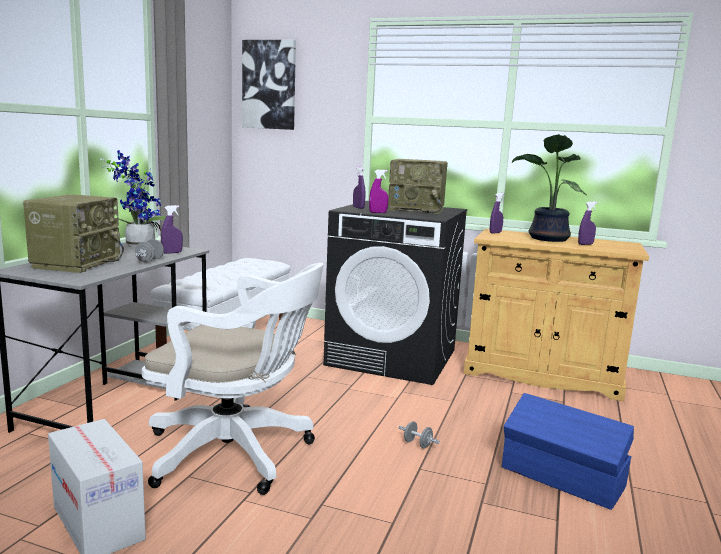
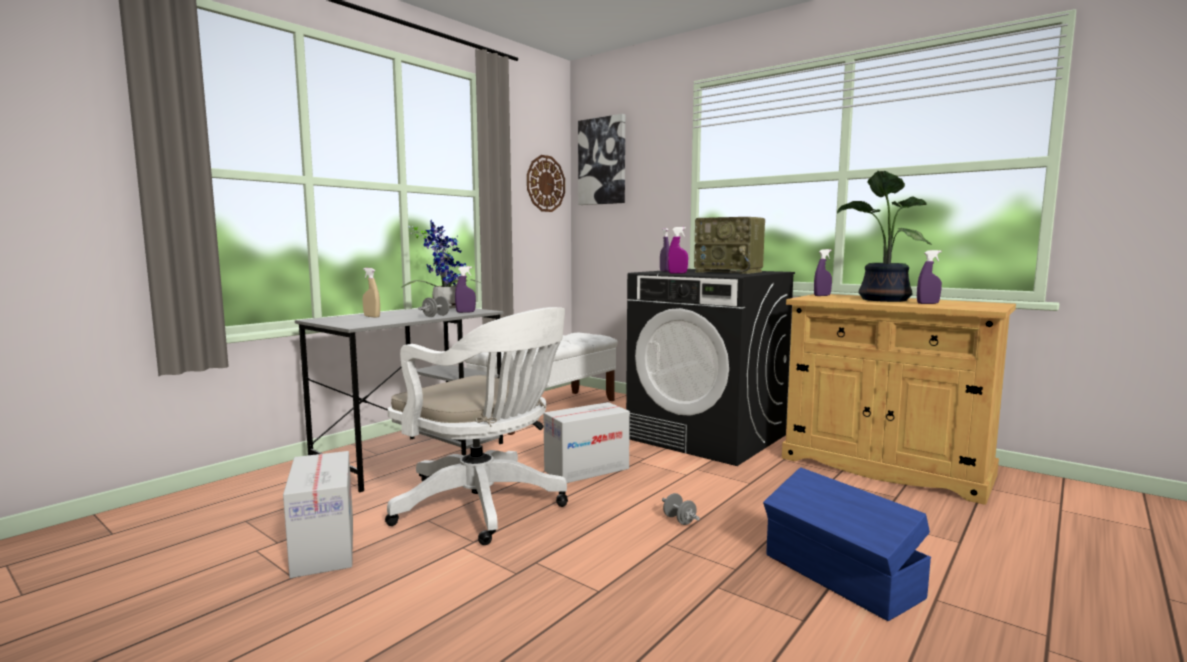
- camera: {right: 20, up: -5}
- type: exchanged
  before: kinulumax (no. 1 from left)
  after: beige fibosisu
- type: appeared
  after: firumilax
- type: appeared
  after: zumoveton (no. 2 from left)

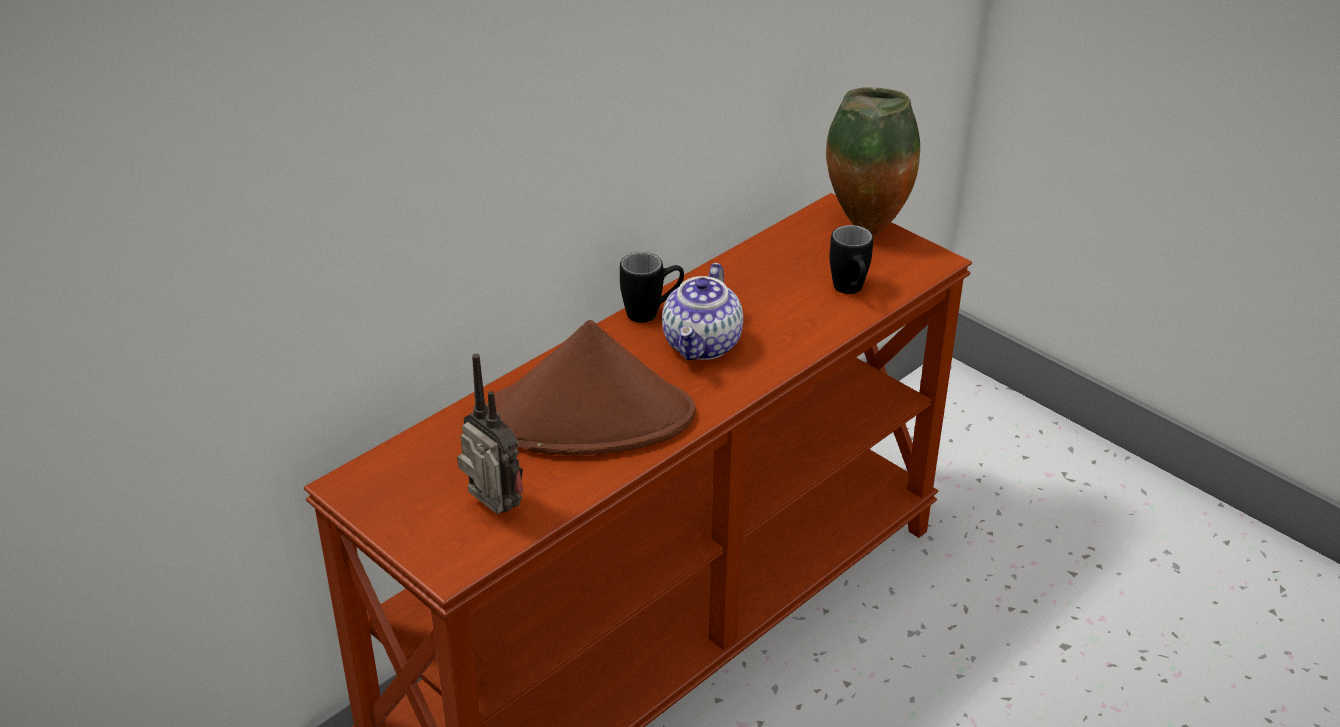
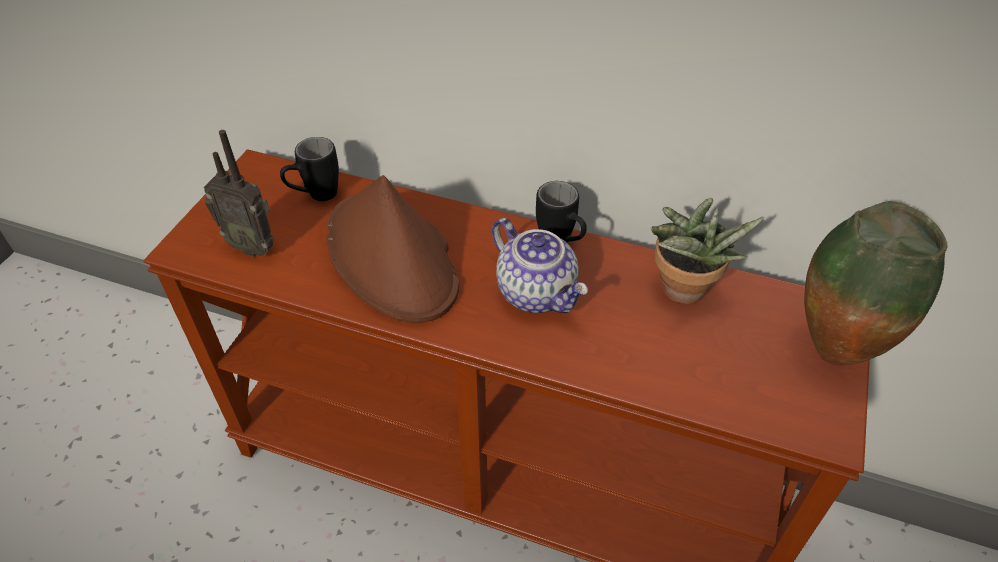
- camera: {right: 65, up: 10}
- type: relocated
  before: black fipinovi (no. 2 from left in the first image)
  after: black fipinovi (no. 1 from left)
- type: spun
  before: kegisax
  turn: -120
- type: spun
  before: kinulumax
  turn: 90
- type: appeared
  after: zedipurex

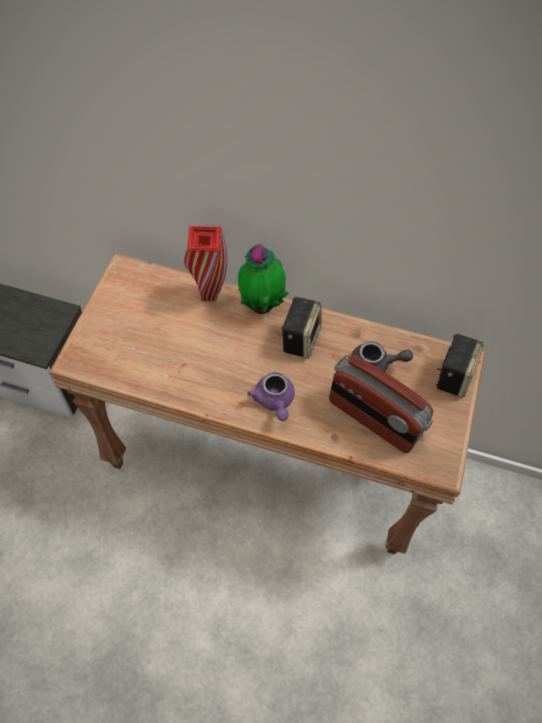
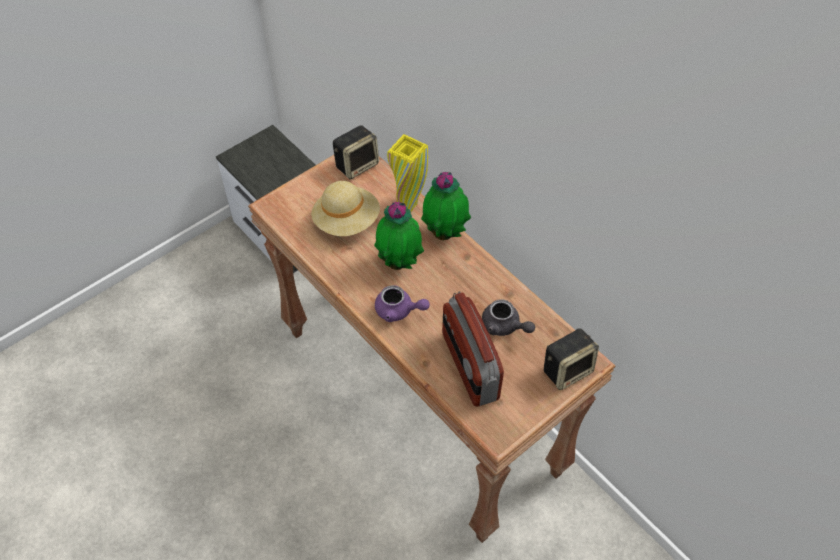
- camera: {right: 35, up: -5}
- type: colour
  before: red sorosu
  after: yellow sorosu
- type: relocated
  before: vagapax (no. 1 from left)
- type: spun
  before: purple kegisax
  turn: -90
- type: appeared
  after: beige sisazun
- type: appeared
  after: zedipurex (no. 1 from left)

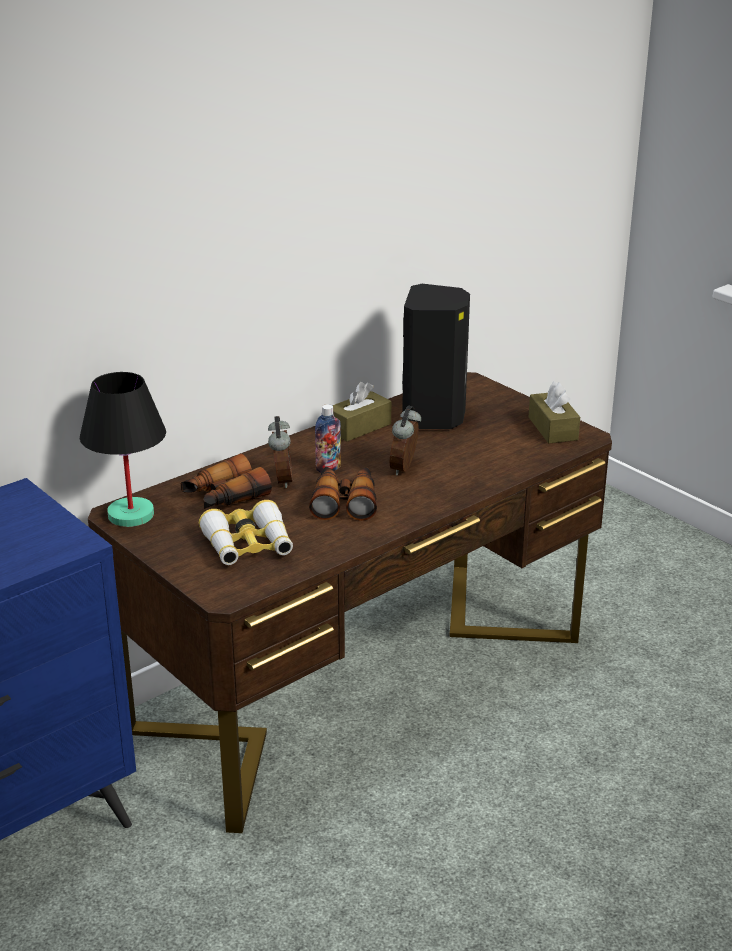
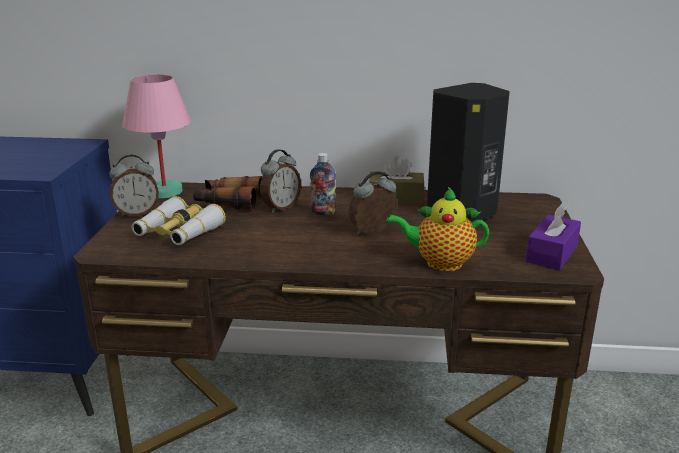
- camera: {right: 45, up: -5}
- type: colour
  before: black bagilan
  after: pink bagilan
- type: colour
  before: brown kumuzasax (no. 2 from left)
  after: purple kumuzasax
- type: missing
  before: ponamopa (no. 3 from left)
- type: appeared
  after: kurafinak (no. 1 from left)
- type: appeared
  after: kegisax

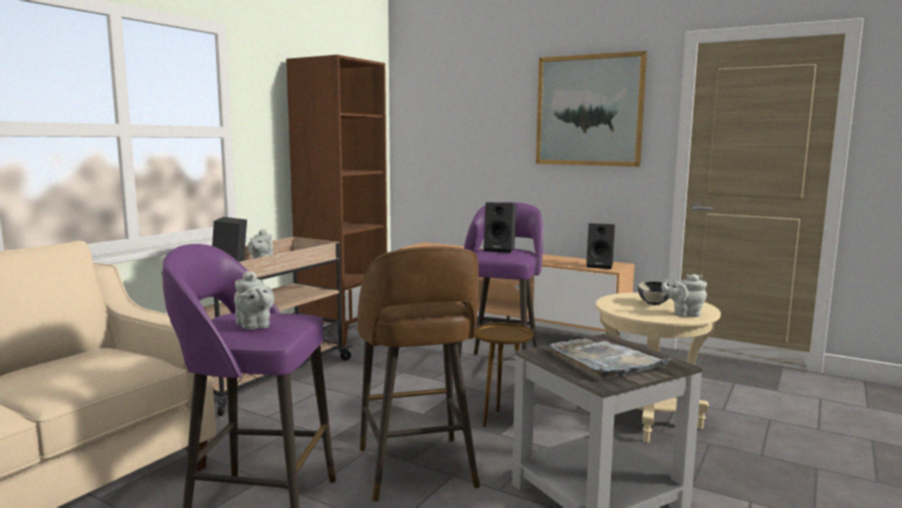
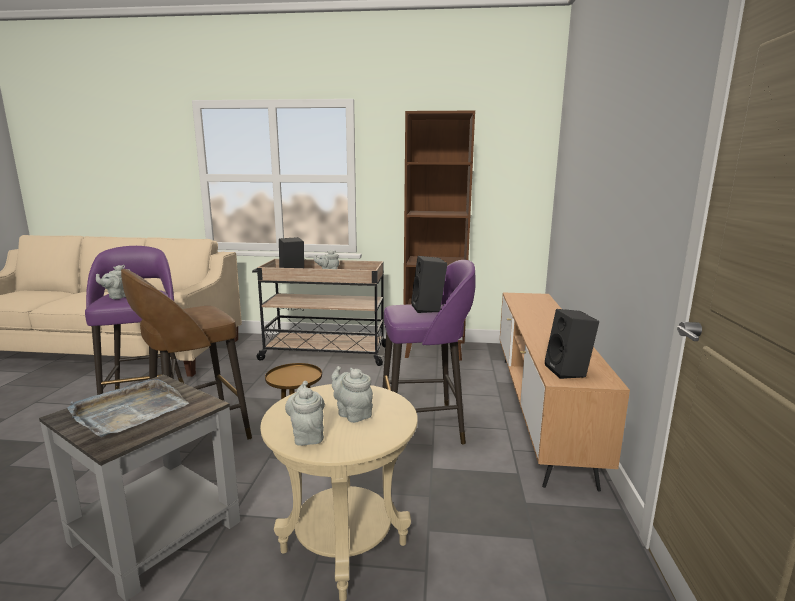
- camera: {right: 65, up: 5}
- type: missing
  before: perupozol
- type: exchanged
  before: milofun
  after: grey kegisax (no. 4 from left)

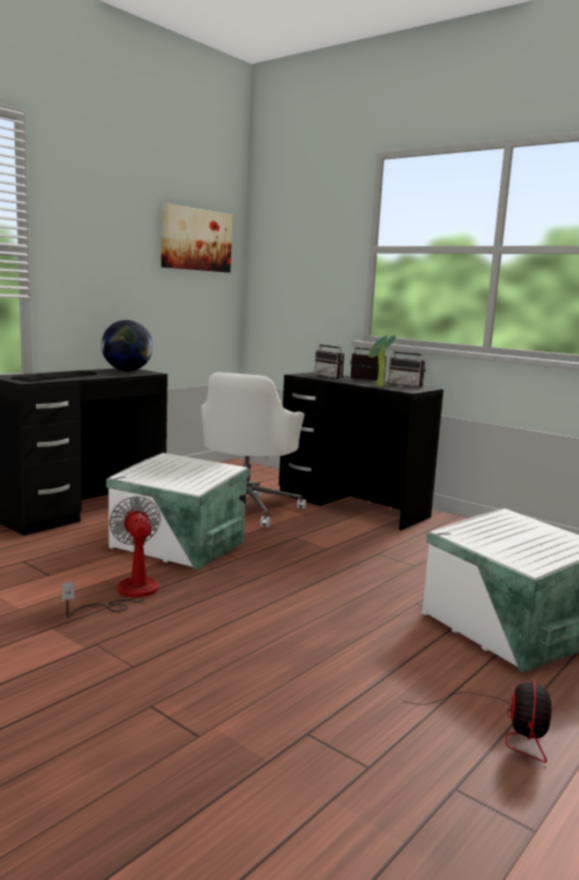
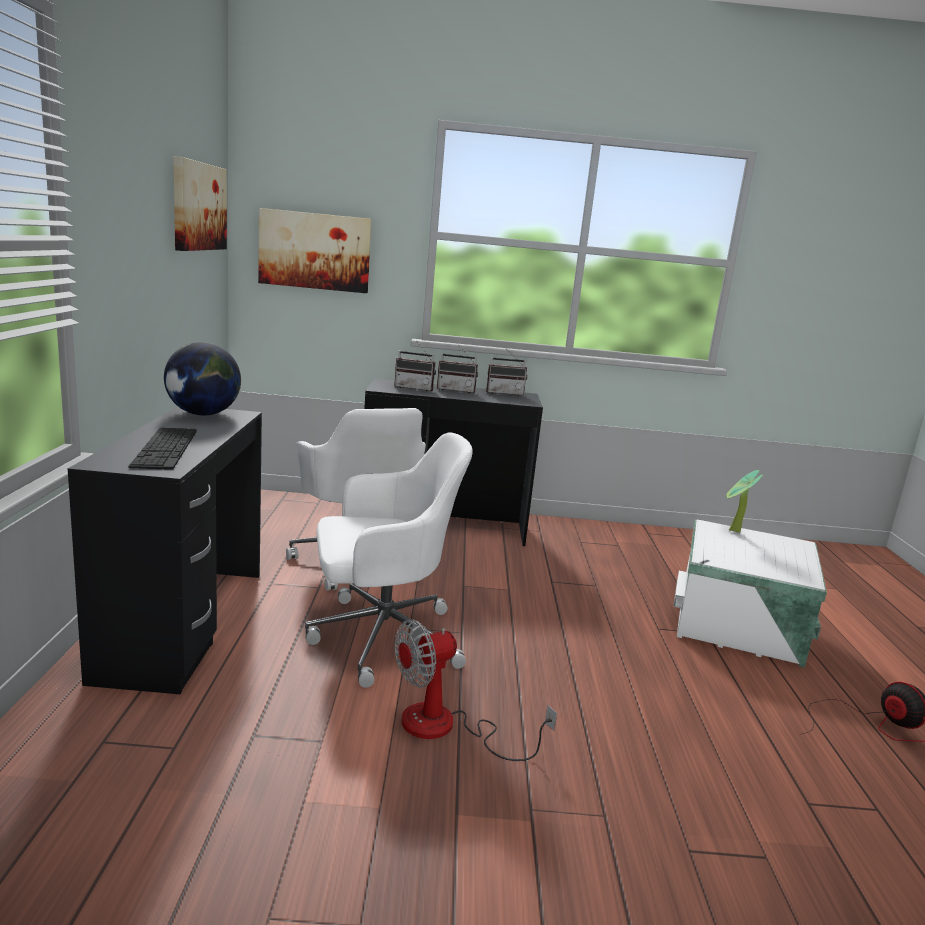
- camera: {right: -40, up: 5}
- type: relocated
  before: zedipurex
- type: spun
  before: kinulumax (no. 2 from left)
  turn: -150
- type: exchanged
  before: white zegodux (no. 1 from left)
  after: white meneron (no. 2 from left)
- type: spun
  before: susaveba (no. 1 from left)
  turn: -60
- type: appeared
  after: perupozol (no. 2 from left)

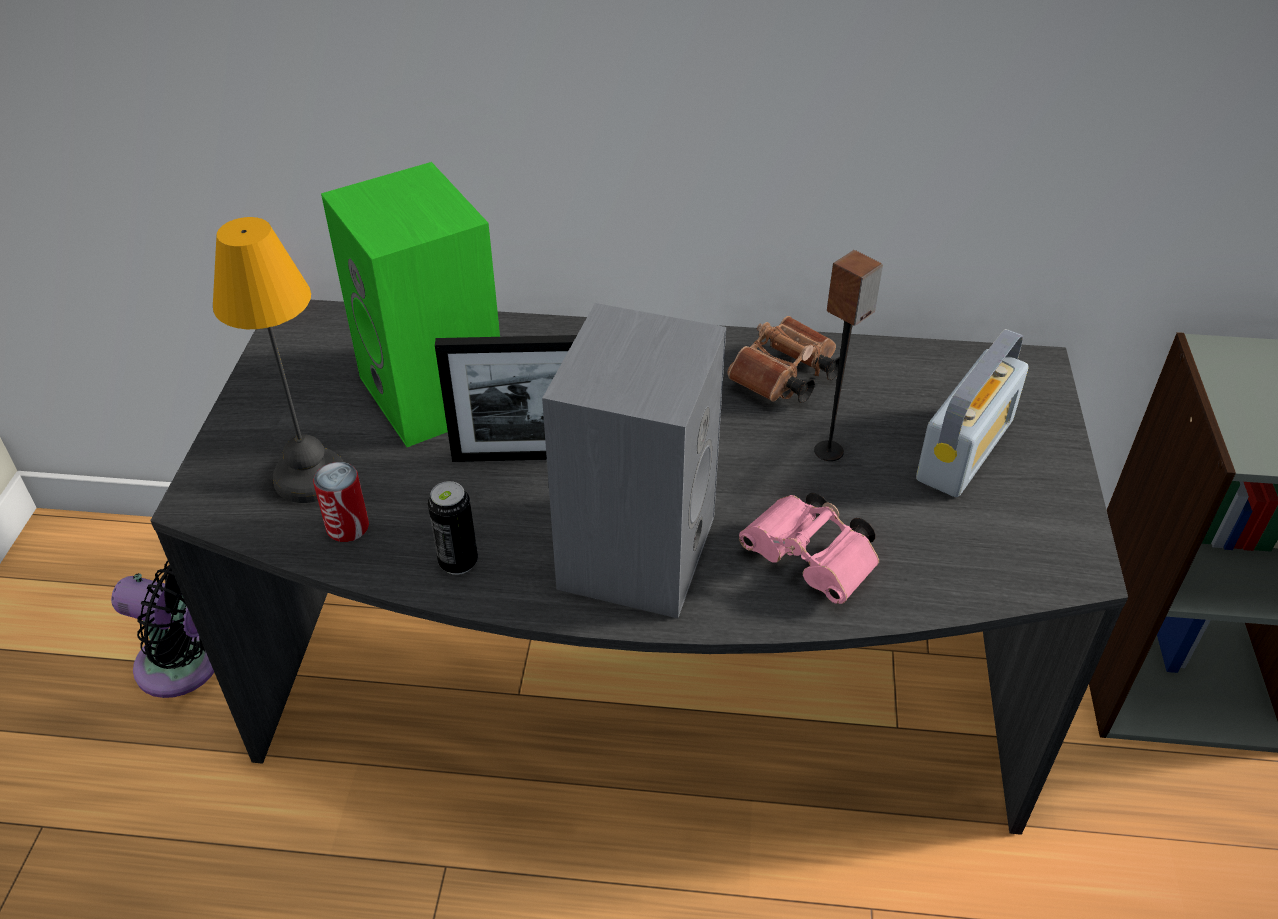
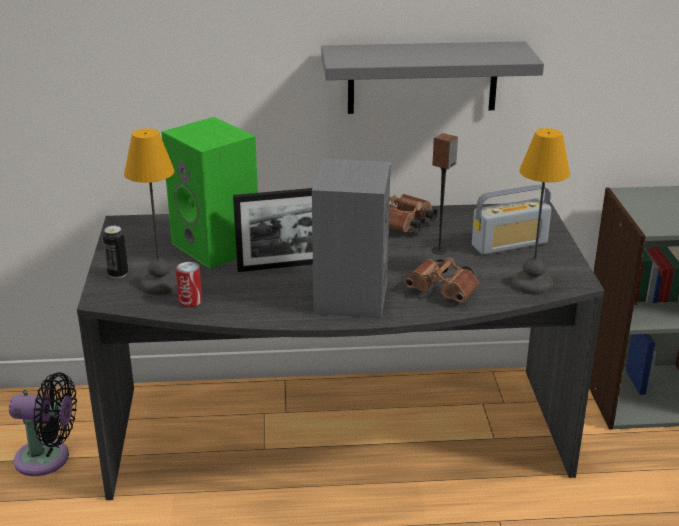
- camera: {right: -10, up: -15}
- type: spun
  before: kinulumax
  turn: 45
- type: relocated
  before: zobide (no. 2 from left in the first image)
  after: zobide (no. 1 from left)
- type: colour
  before: pink ponamopa
  after: brown ponamopa (no. 2 from left)
- type: appeared
  after: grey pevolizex
- type: appeared
  after: bagilan (no. 2 from left)

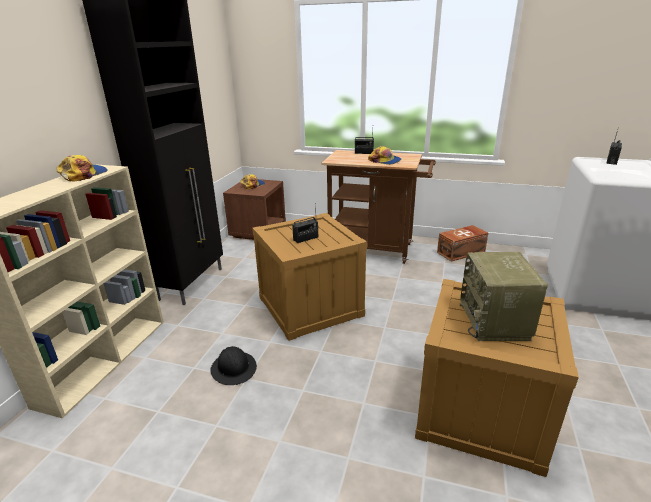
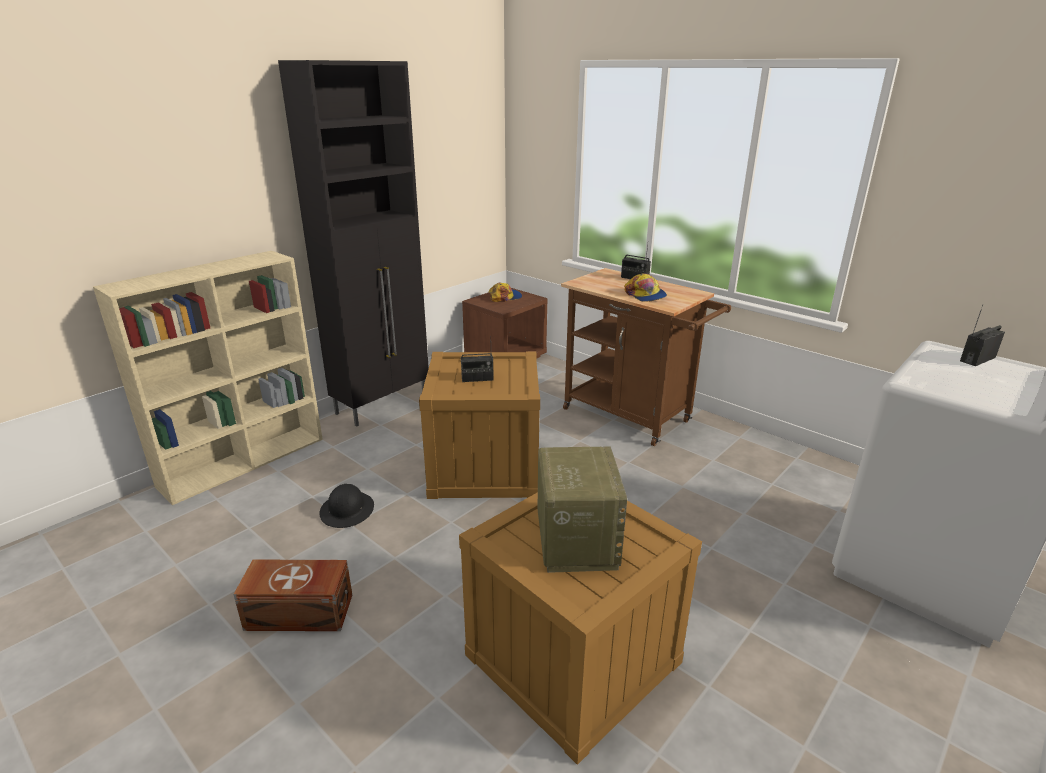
- camera: {right: 25, up: 0}
- type: missing
  before: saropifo (no. 1 from left)
- type: relocated
  before: brown zegodux
- type: spun
  before: kinulumax (no. 3 from left in the first image)
  turn: 150

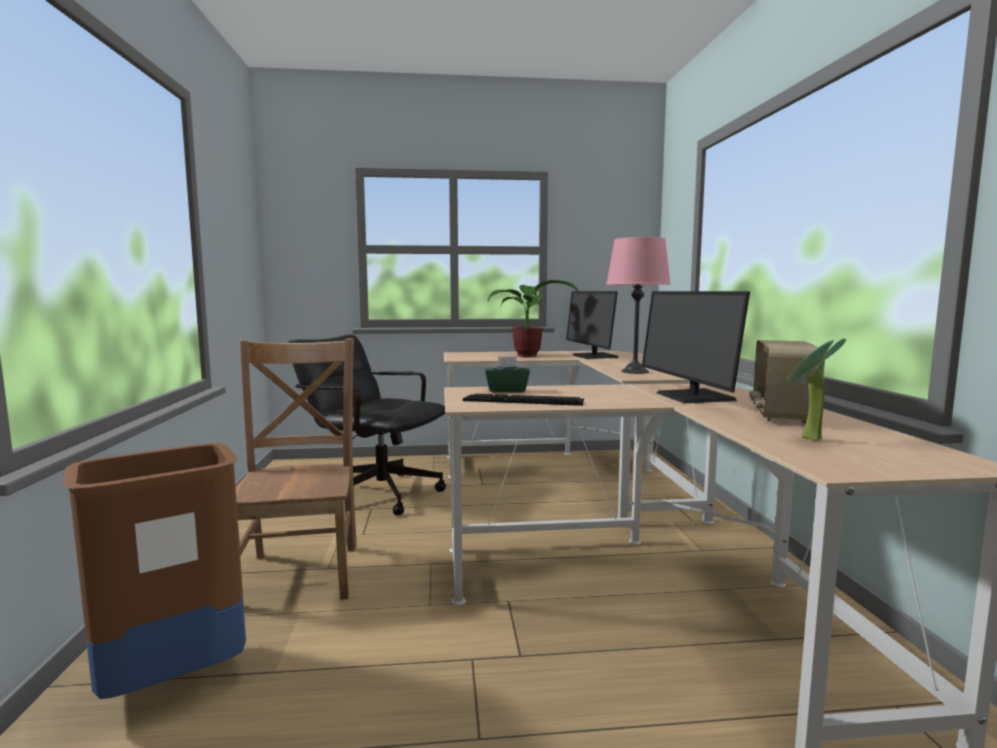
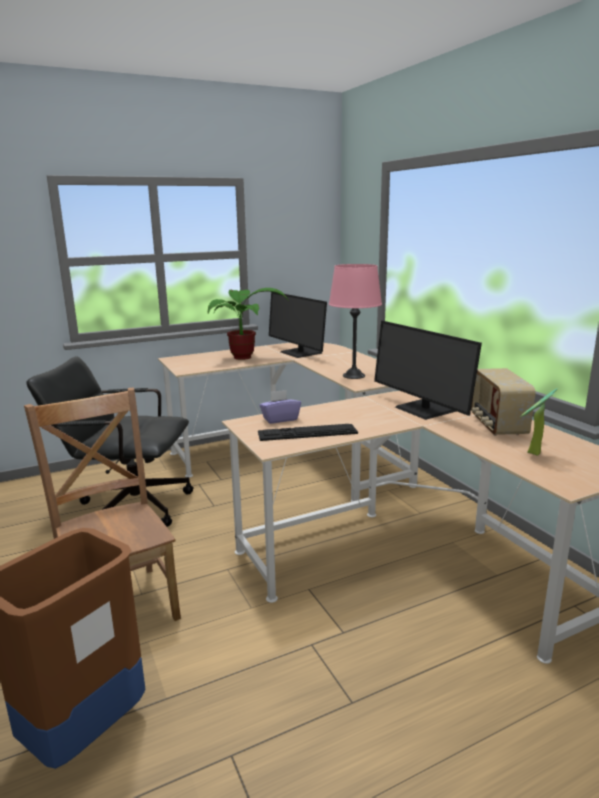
- camera: {right: -20, up: 10}
- type: colour
  before: green kumuzasax
  after: purple kumuzasax

